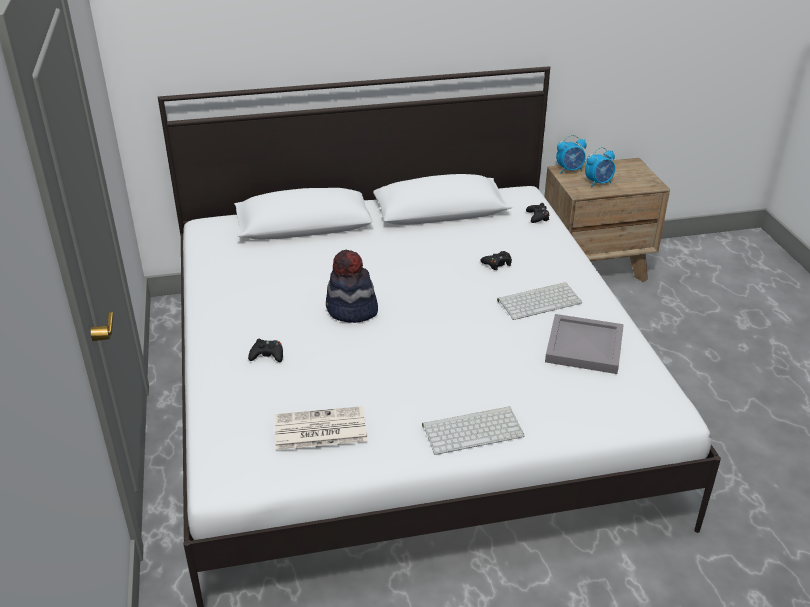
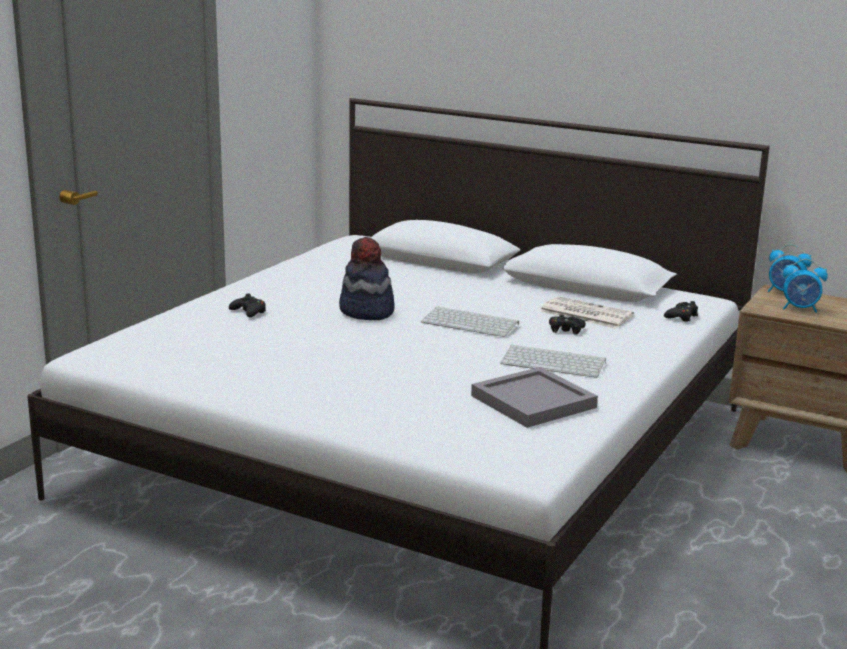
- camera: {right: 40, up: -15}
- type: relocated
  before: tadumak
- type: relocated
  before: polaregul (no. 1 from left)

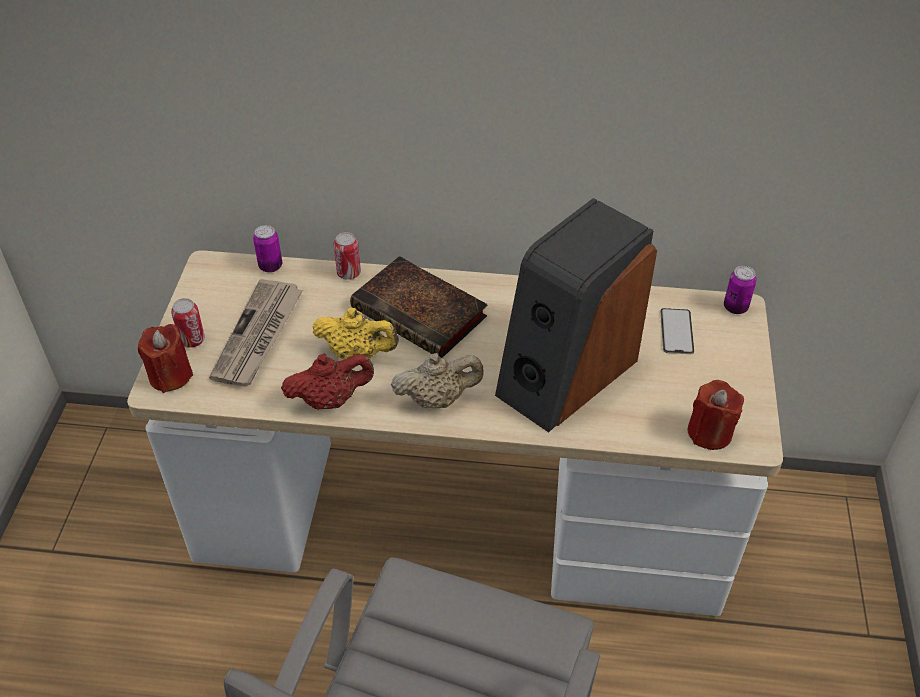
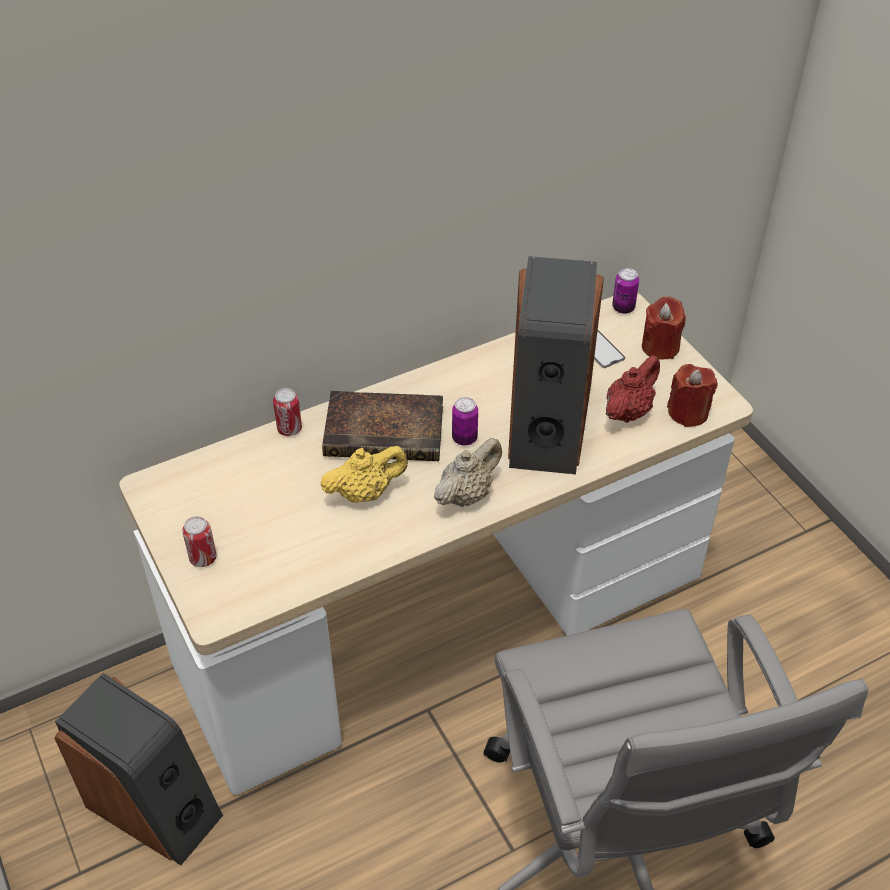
- camera: {right: -35, up: 0}
- type: relocated
  before: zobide (no. 2 from left in the first image)
  after: zobide (no. 3 from left)
- type: missing
  before: tadumak
- type: relocated
  before: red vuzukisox (no. 1 from left)
- type: relocated
  before: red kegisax
- type: appeared
  after: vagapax (no. 1 from left)

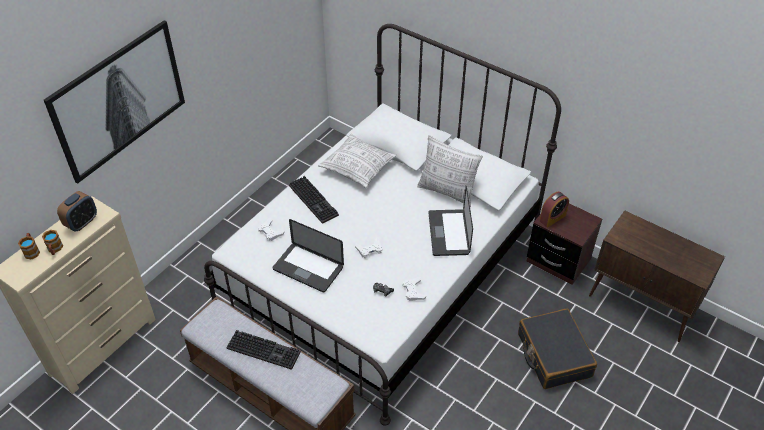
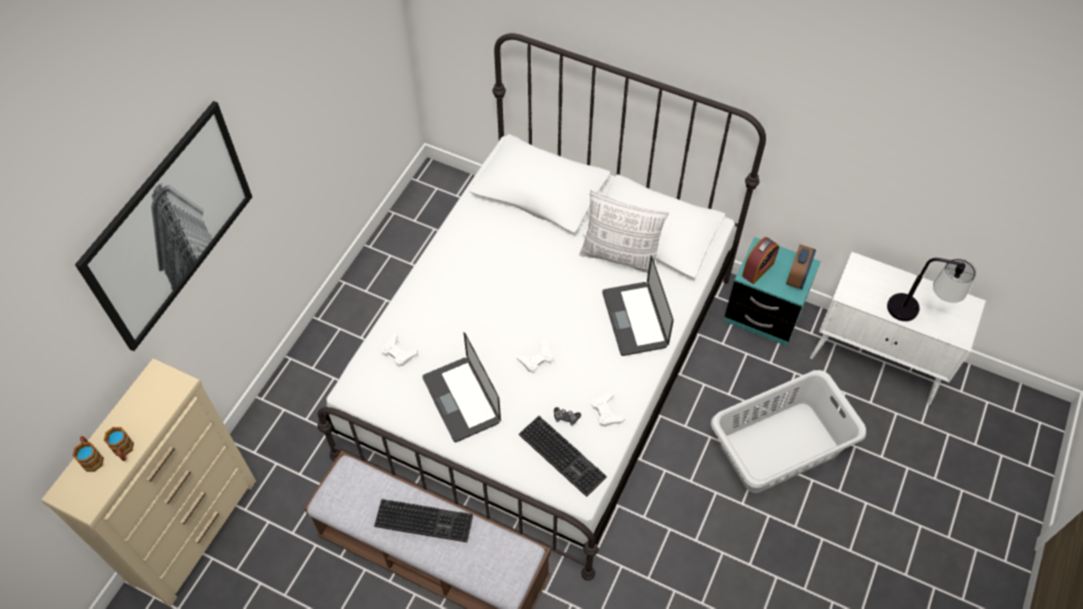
- camera: {right: -10, up: 10}
- type: missing
  before: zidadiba (no. 1 from left)
- type: relocated
  before: polaregul (no. 2 from left)
- type: relocated
  before: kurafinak (no. 1 from left in the first image)
  after: kurafinak (no. 2 from left)
- type: colour
  before: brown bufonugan
  after: turquoise bufonugan
- type: colour
  before: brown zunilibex
  after: white zunilibex
- type: spun
  before: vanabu (no. 1 from left)
  turn: 45
- type: exchanged
  before: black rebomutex
  after: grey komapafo
- type: appeared
  after: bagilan

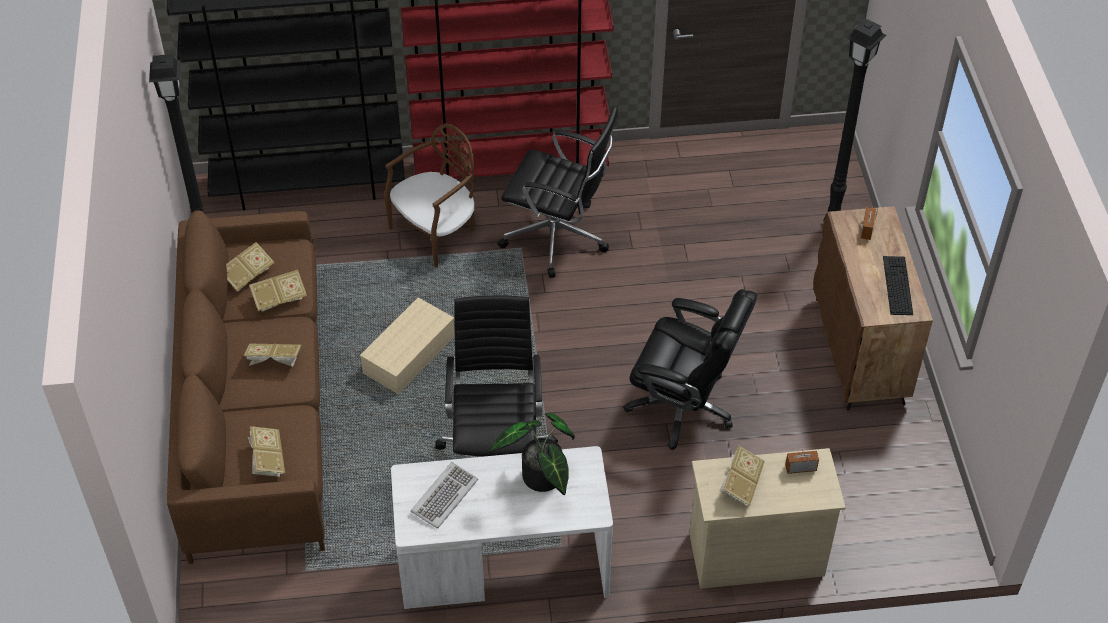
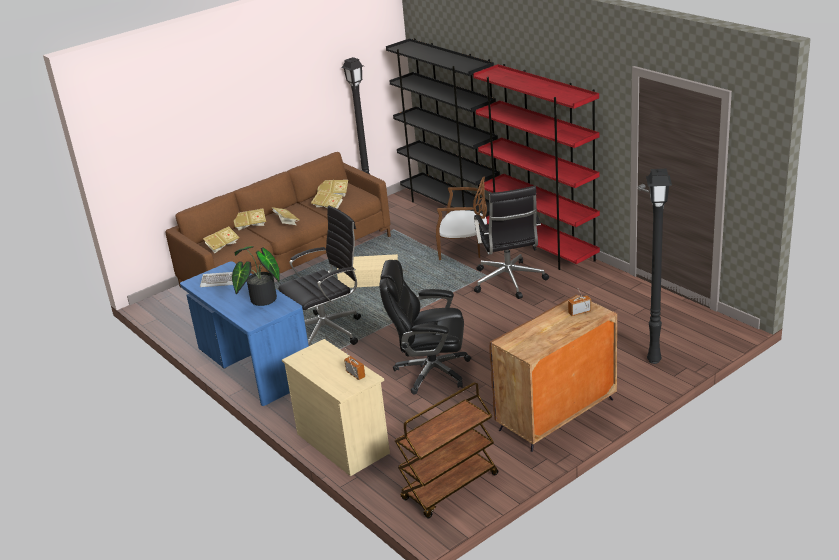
- camera: {right: 60, up: -20}
- type: missing
  before: polaregul (no. 2 from left)
- type: spun
  before: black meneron (no. 3 from left in the first image)
  turn: 105
- type: relocated
  before: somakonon (no. 5 from left in the first image)
  after: somakonon (no. 2 from left)
- type: colour
  before: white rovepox
  after: blue rovepox
- type: appeared
  after: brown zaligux

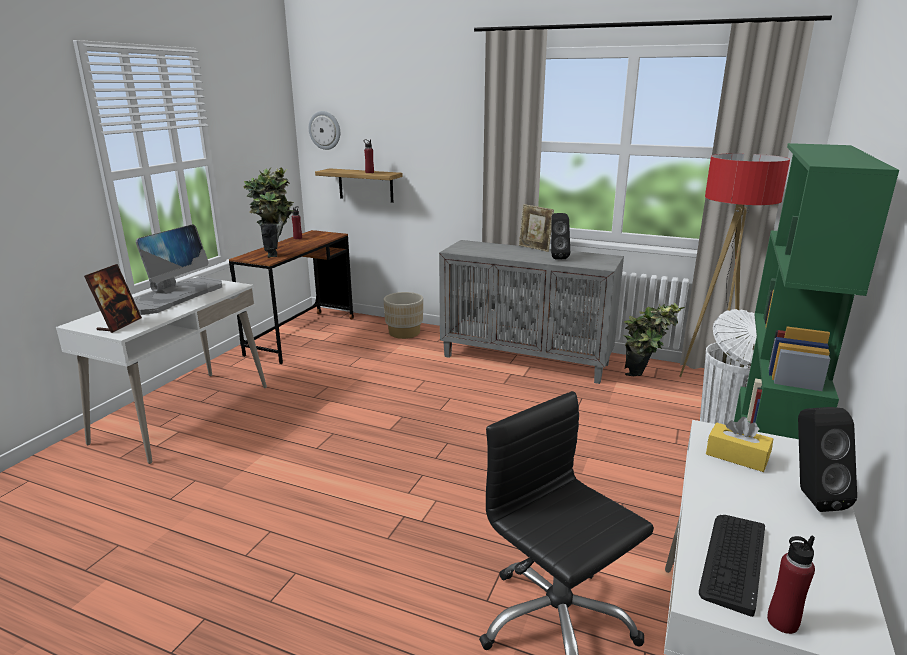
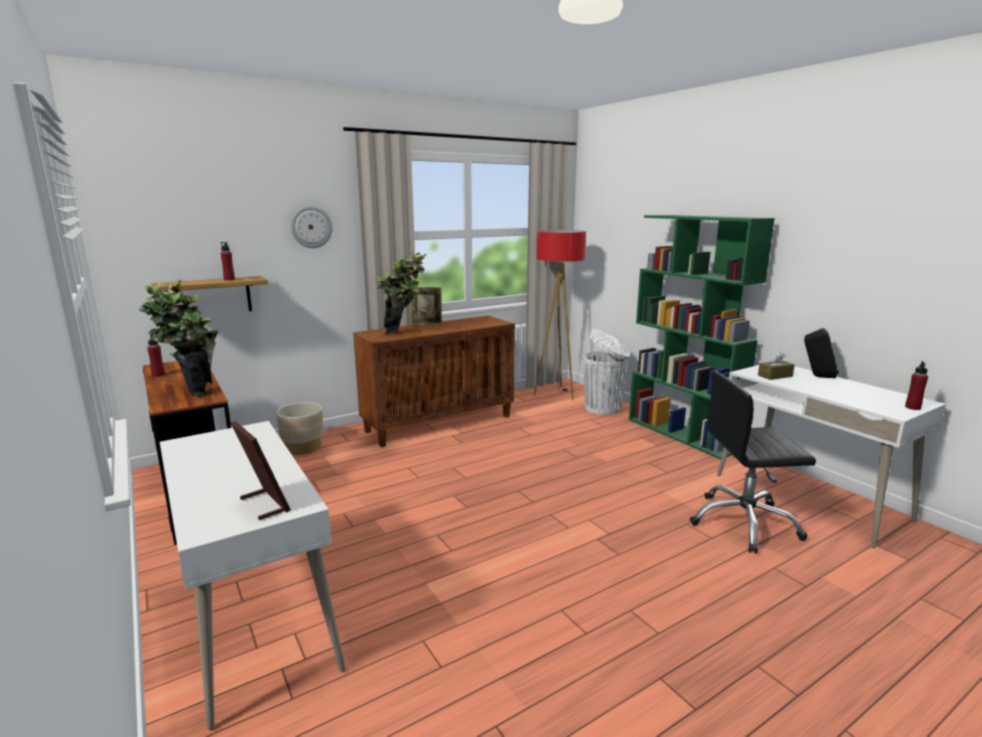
- camera: {right: -55, up: -5}
- type: relocated
  before: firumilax
- type: missing
  before: black vagapax (no. 1 from left)
- type: missing
  before: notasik
- type: colour
  before: grey zunilibex
  after: brown zunilibex
- type: relocated
  before: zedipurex (no. 2 from left)
- type: colour
  before: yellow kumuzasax
  after: brown kumuzasax
- type: missing
  before: polaregul

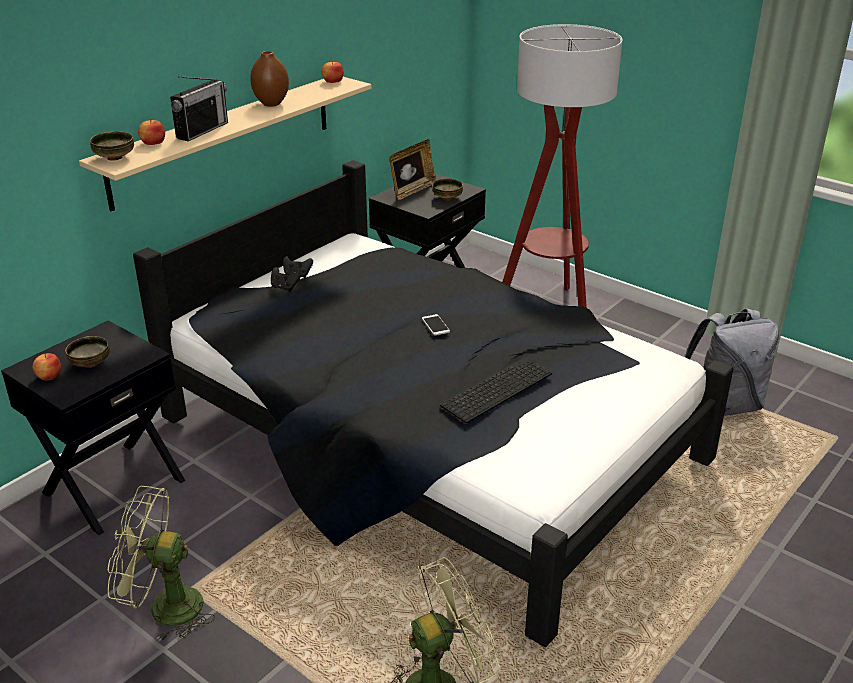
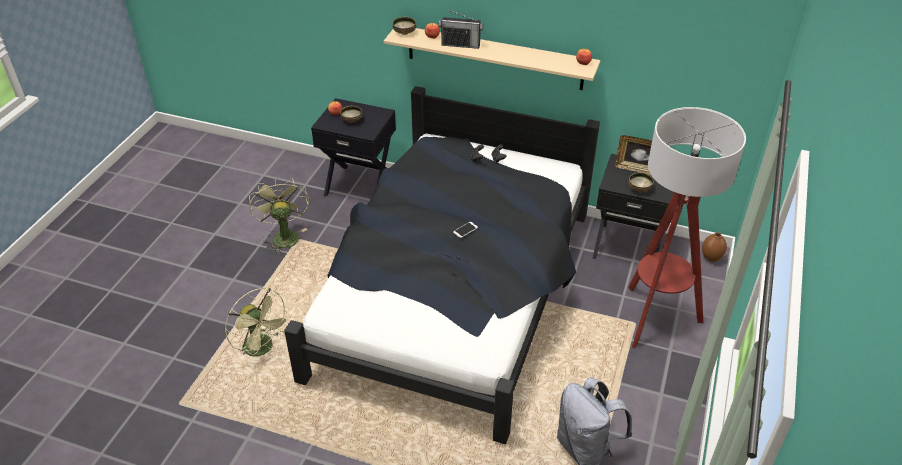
- camera: {right: 70, up: 10}
- type: relocated
  before: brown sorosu
- type: missing
  before: polaregul

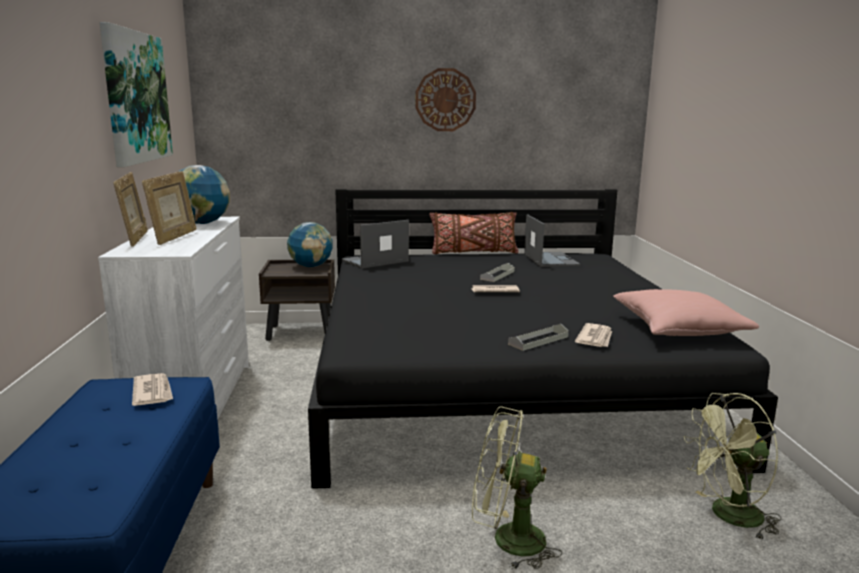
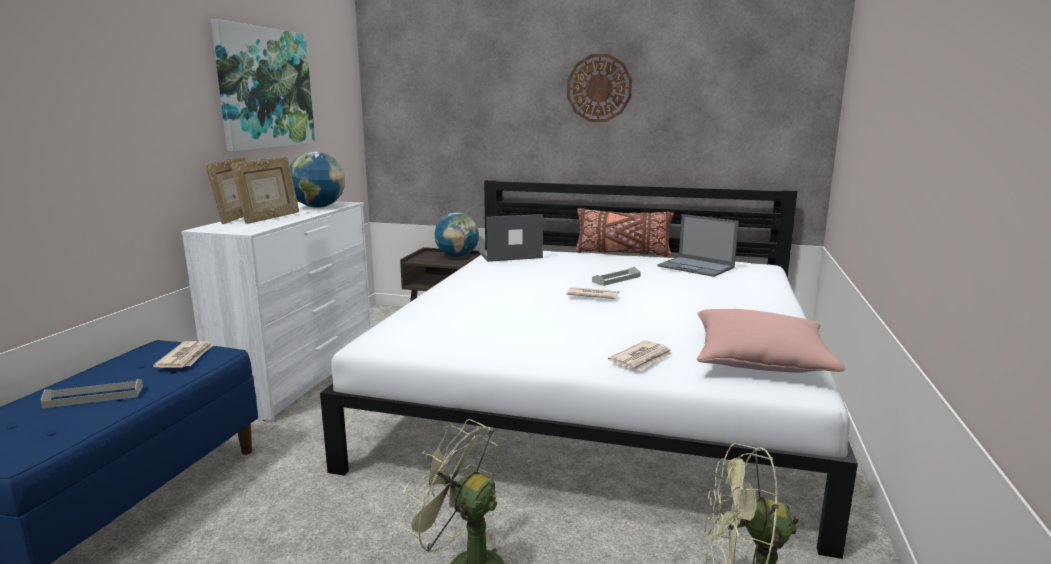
- camera: {right: 20, up: 0}
- type: colour
  before: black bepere
  after: white bepere
- type: spun
  before: vanabu (no. 2 from left)
  turn: 120
- type: relocated
  before: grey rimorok (no. 2 from left in the first image)
  after: grey rimorok (no. 1 from left)

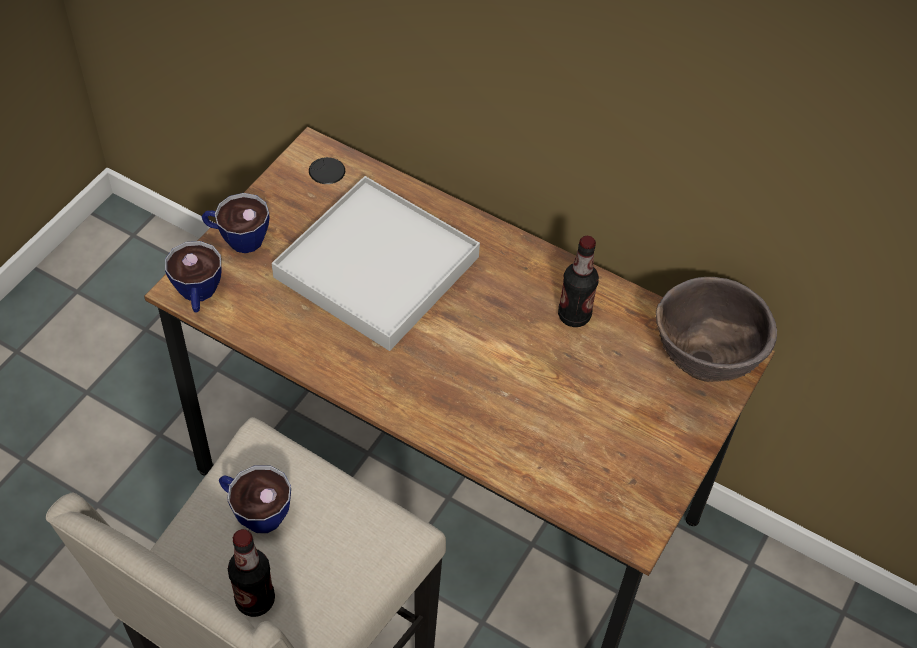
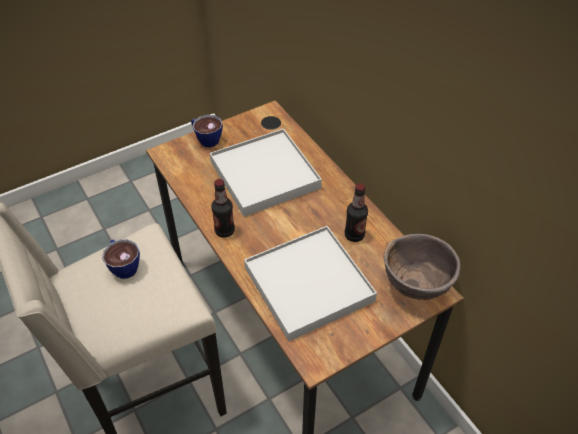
- camera: {right: 30, up: -5}
- type: missing
  before: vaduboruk (no. 1 from left)
- type: relocated
  before: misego (no. 1 from left)
- type: appeared
  after: white rimorok (no. 2 from left)

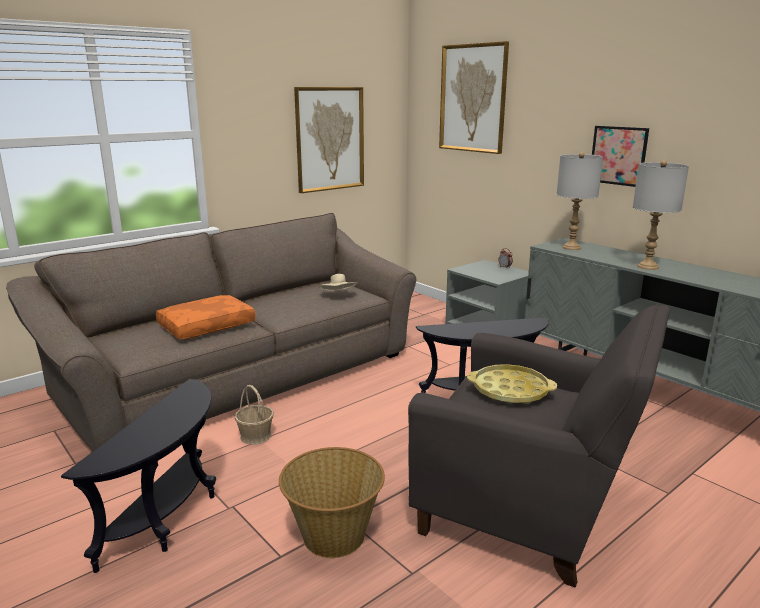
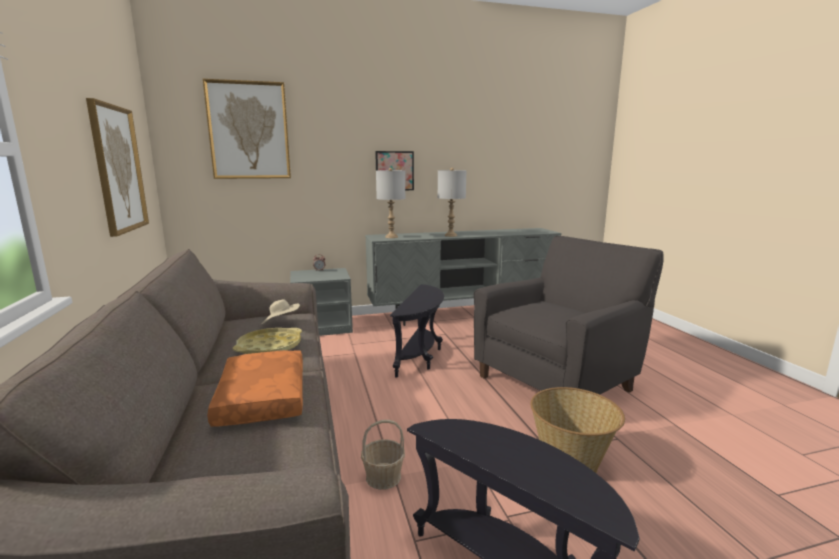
- camera: {right: -65, up: -5}
- type: relocated
  before: yellow rimorok

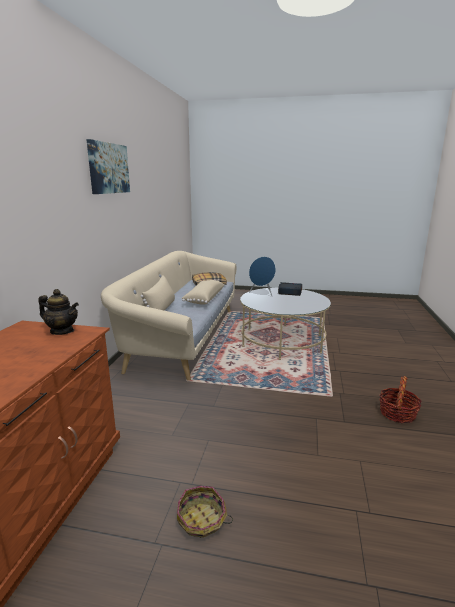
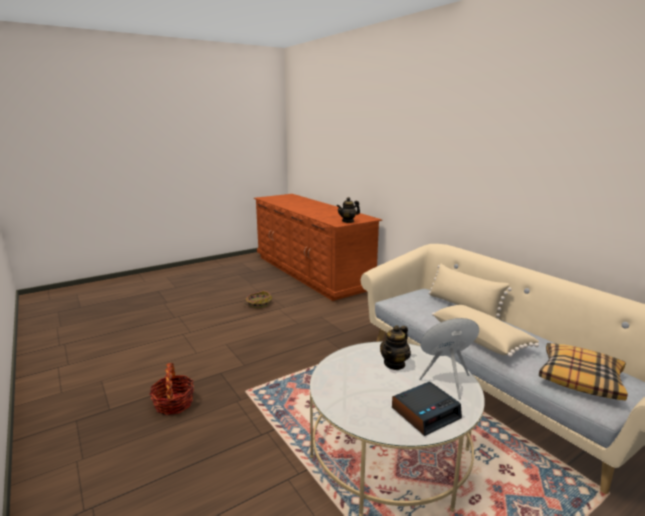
- camera: {right: 135, up: 0}
- type: missing
  before: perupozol
- type: appeared
  after: kegisax (no. 2 from left)

